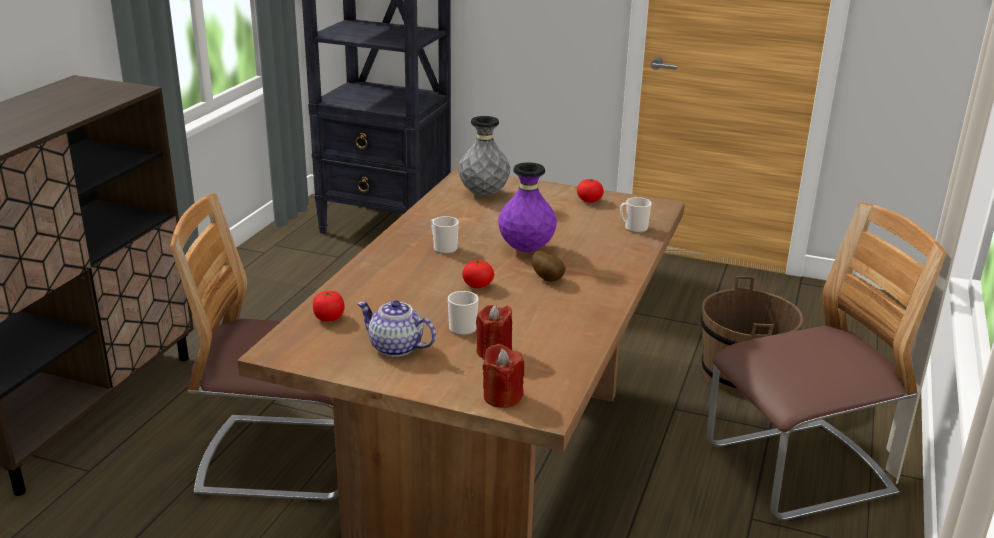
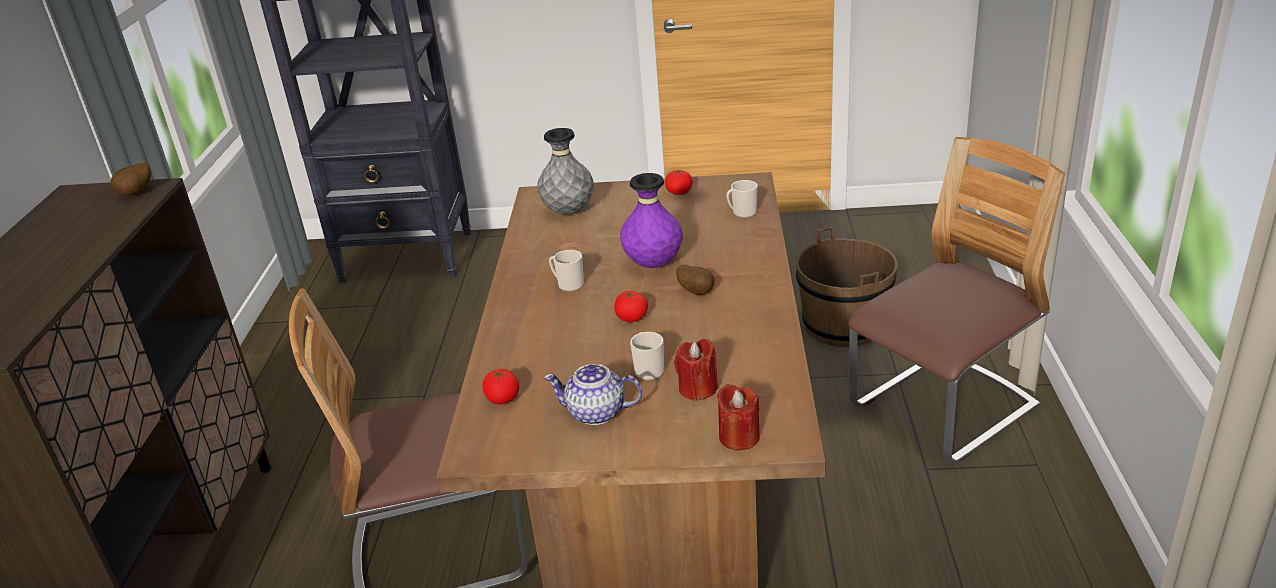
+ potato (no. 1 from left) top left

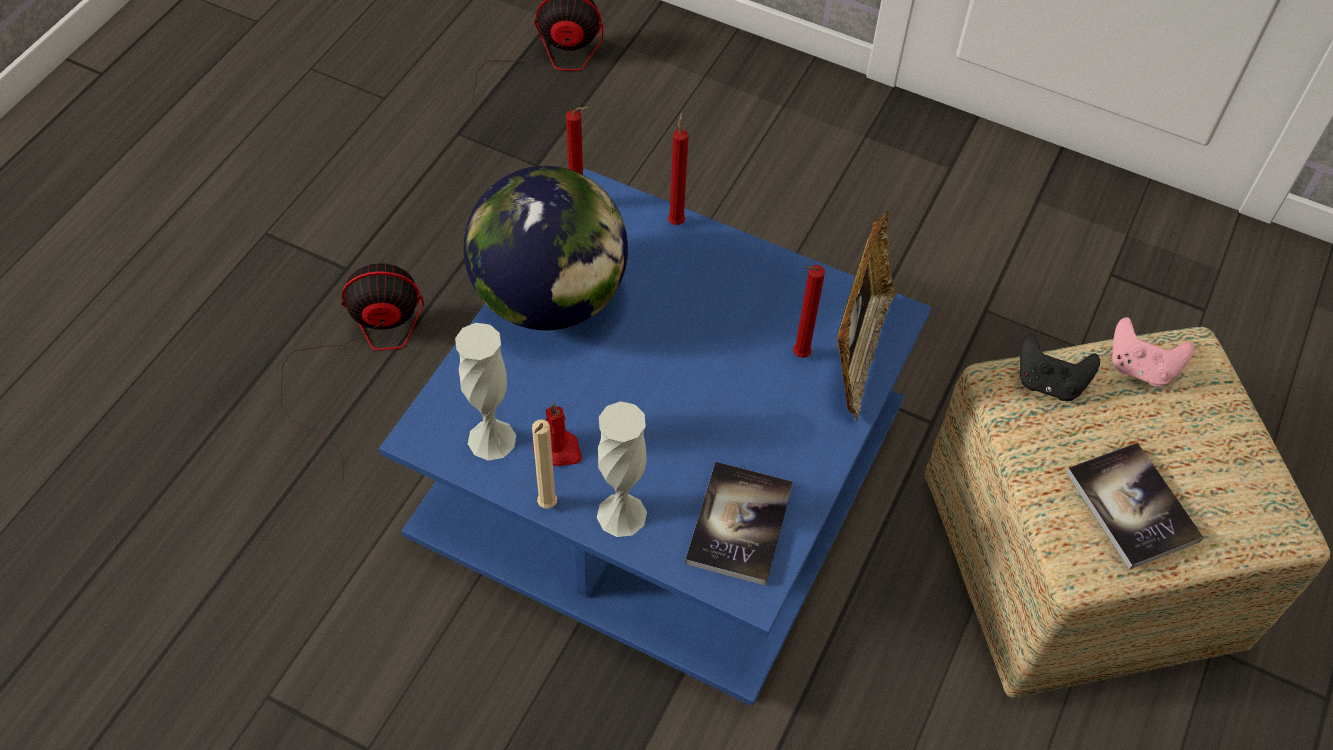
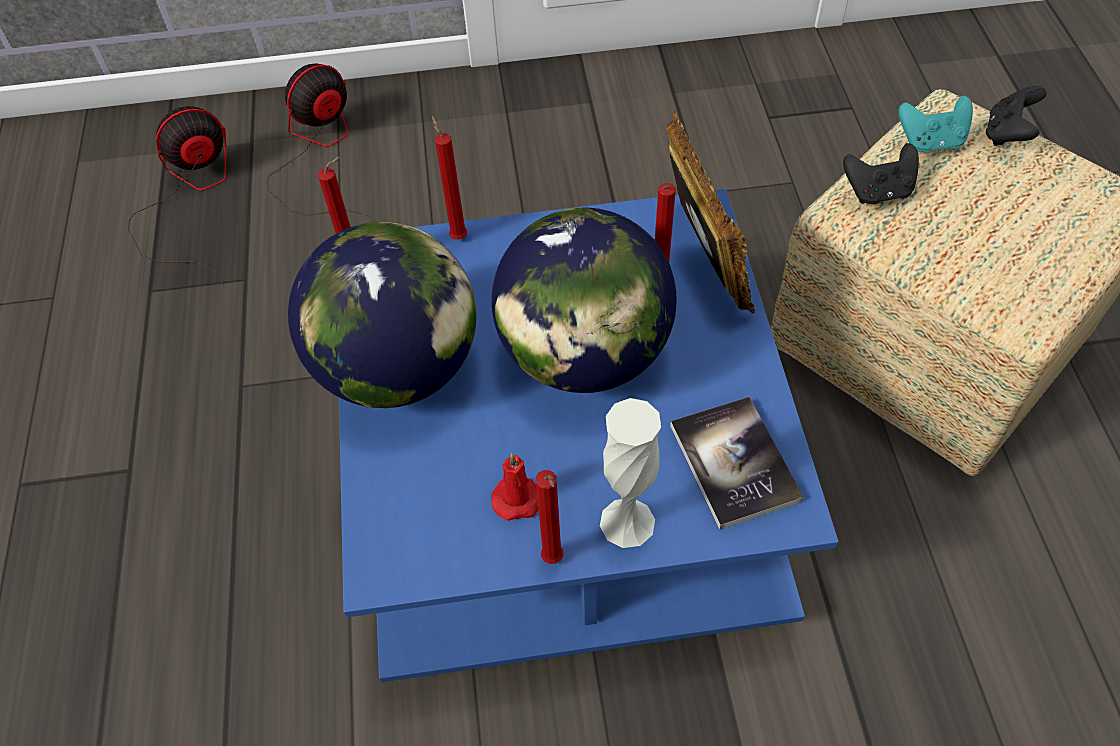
~ fan (no. 1 from left in the first image) middle left to fan (no. 2 from left) top left
+ globe (no. 2 from left) centre
~ beige candle centre to red candle (no. 4 from left) bottom centre
~ pink game controller middle right to turquoise game controller top right
+ black game controller (no. 2 from left) top right
- white vase (no. 1 from left) centre
- book (no. 2 from left) bottom right

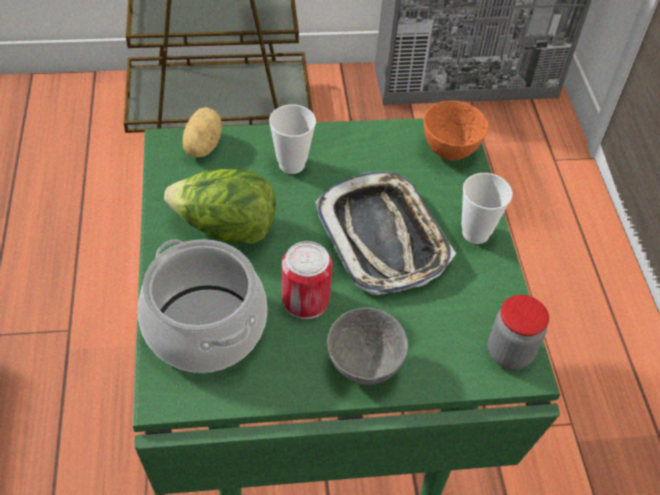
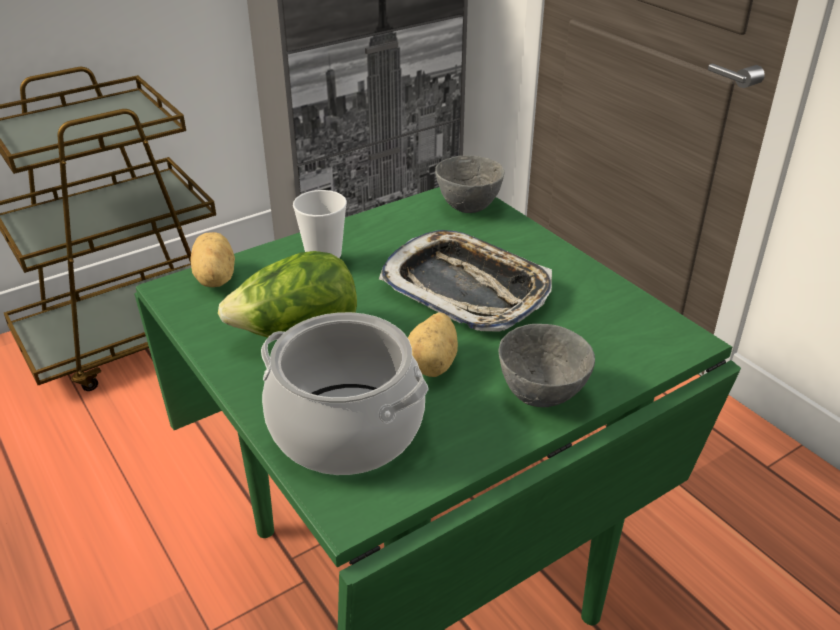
~ can centre to potato (no. 2 from left) centre
~ orange bowl top right to grey bowl (no. 1 from left) top centre
- cup (no. 2 from left) middle right
- jar bottom right

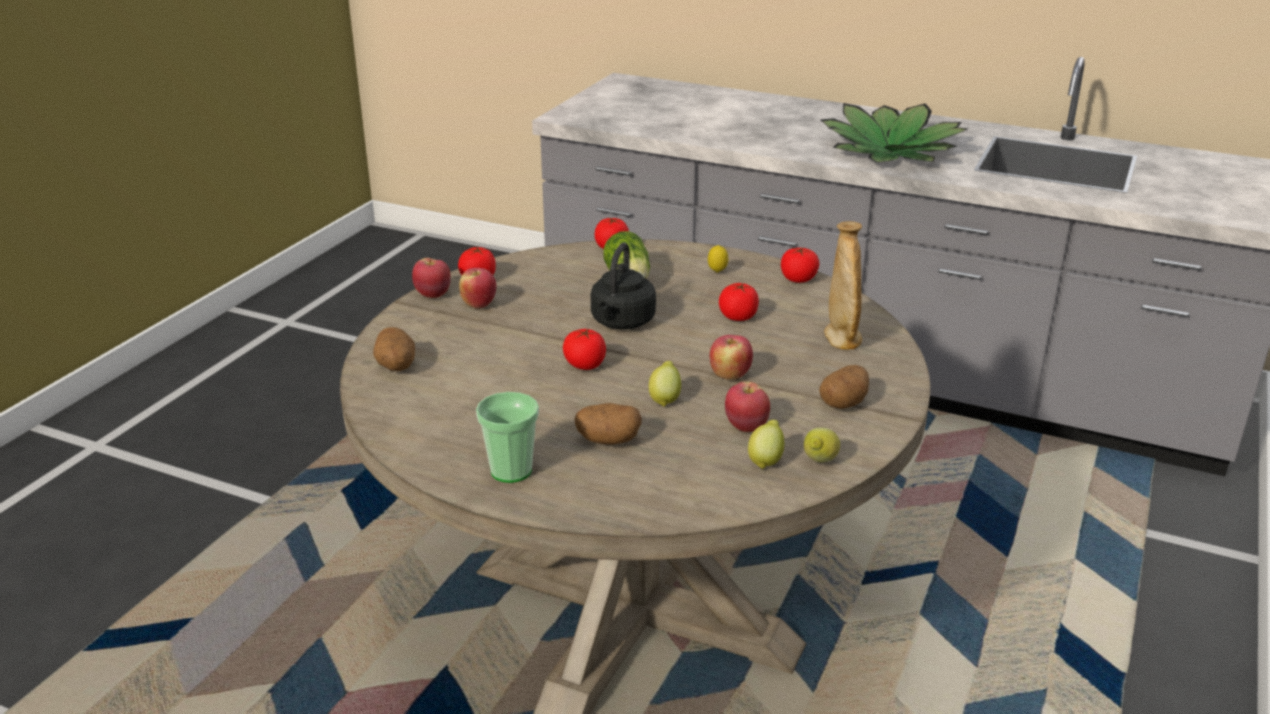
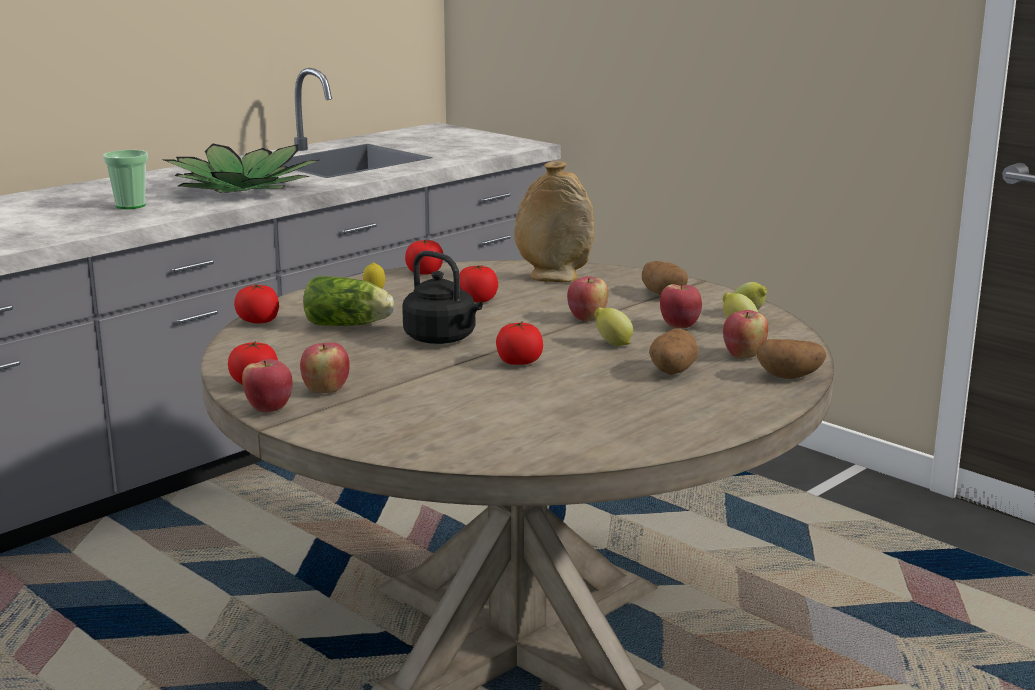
~ cup centre to top left
+ apple (no. 5 from left) middle right
~ potato (no. 1 from left in the first image) middle left to potato (no. 3 from left) middle right

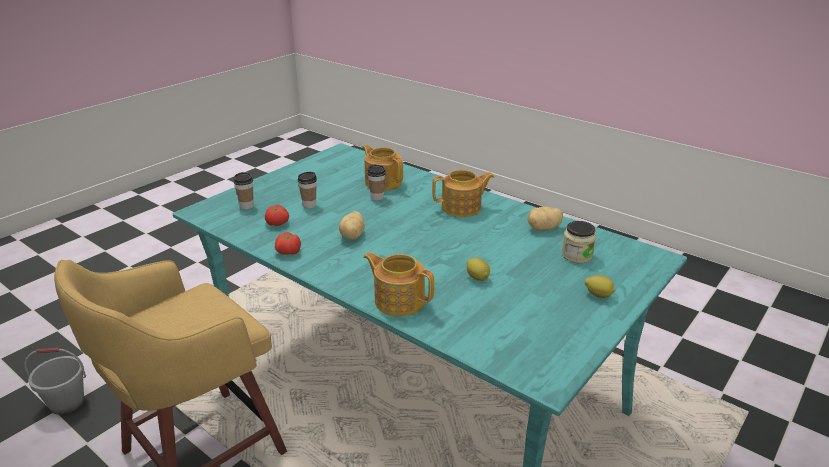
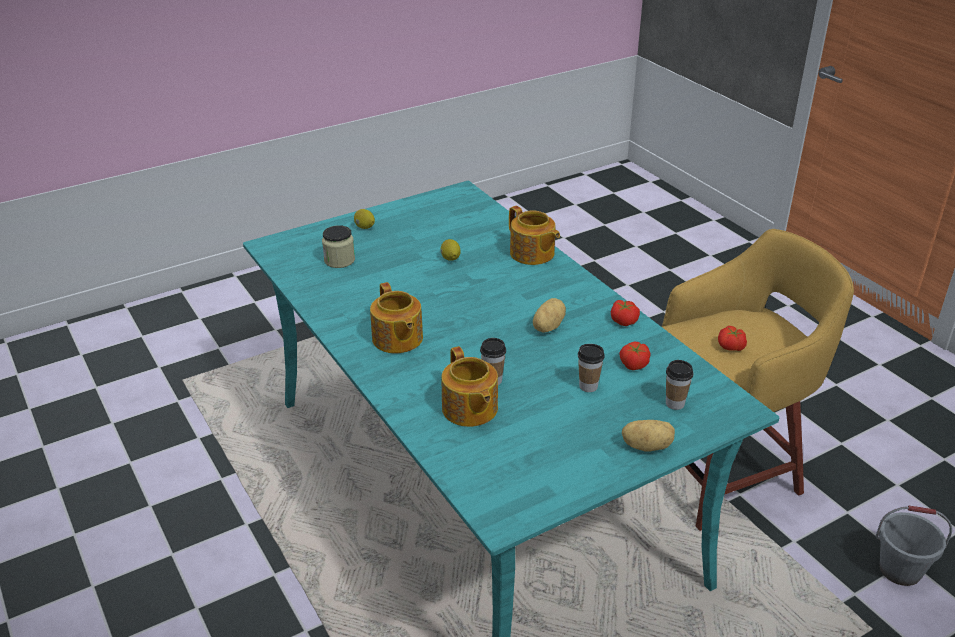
~ teapot (no. 3 from left in the first image) centre = centre 120 degrees counterclockwise
~ potato (no. 2 from left) centre to bottom right
+ tomato (no. 3 from left) middle right

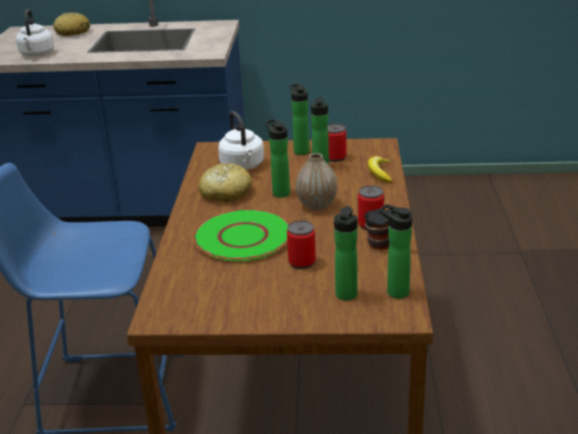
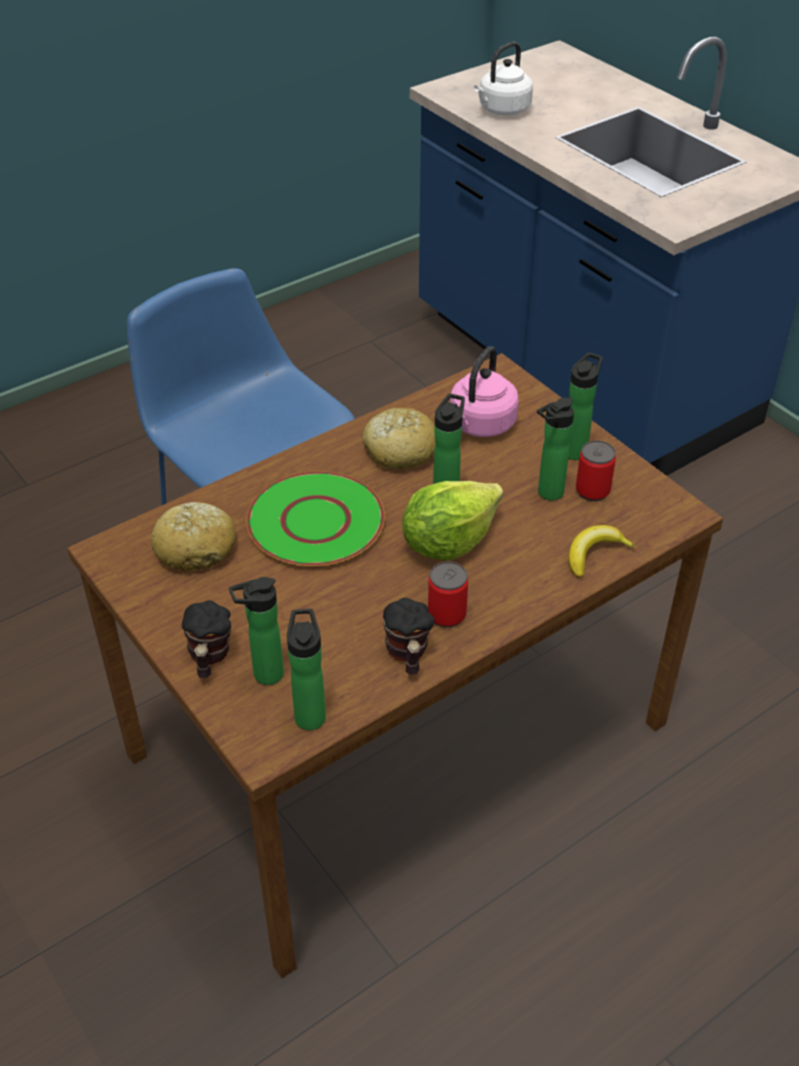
~ bread (no. 1 from left) top left to middle left
+ mug (no. 1 from left) middle left
~ vase centre to lettuce centre
~ white kettle (no. 2 from left) top centre to pink kettle centre
- can (no. 1 from left) centre

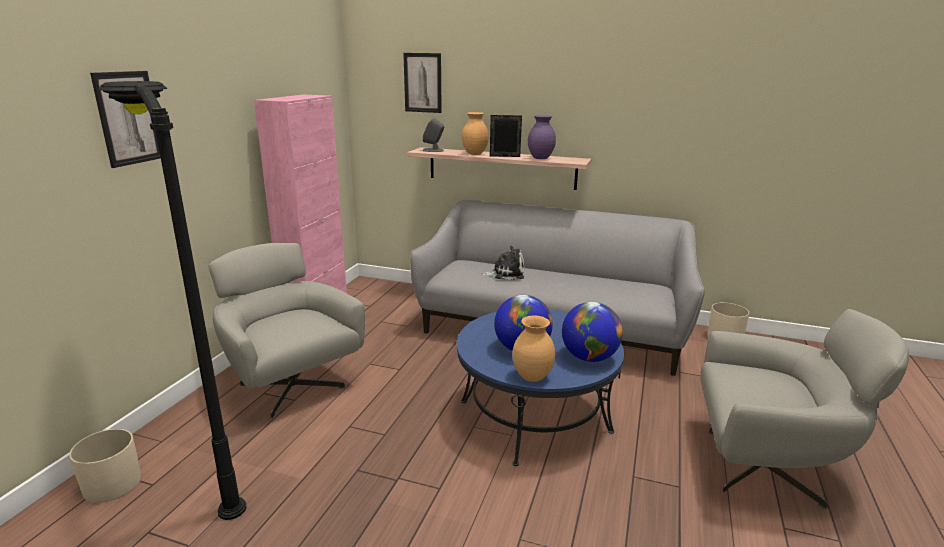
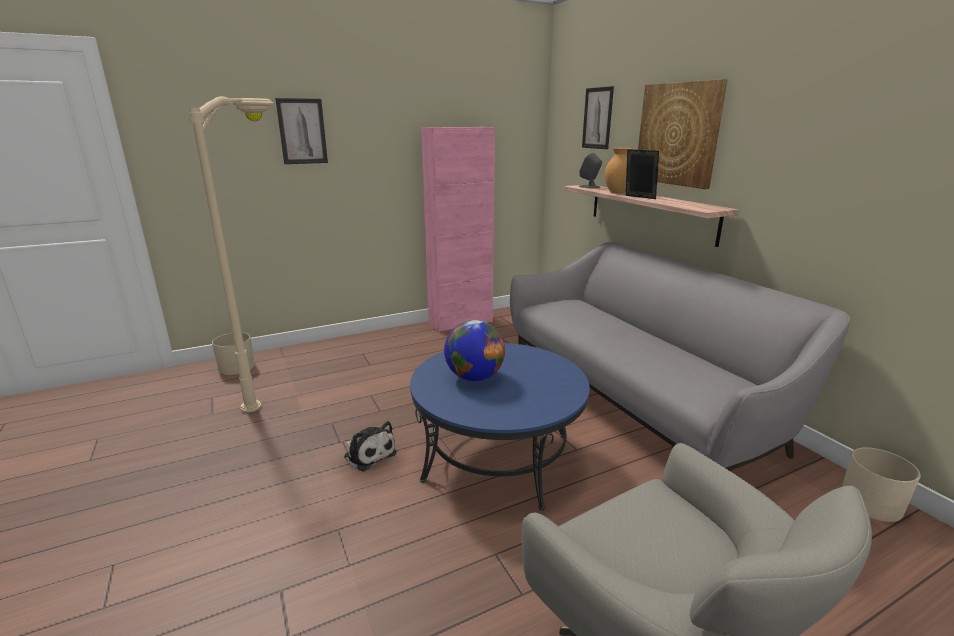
~ black floor lamp middle left to beige floor lamp middle left
~ plush toy centre to bottom centre
+ picture (no. 3 from left) top right
- grey armchair (no. 1 from left) middle left
- brown vase (no. 2 from left) centre
- purple vase top centre
- globe (no. 2 from left) centre

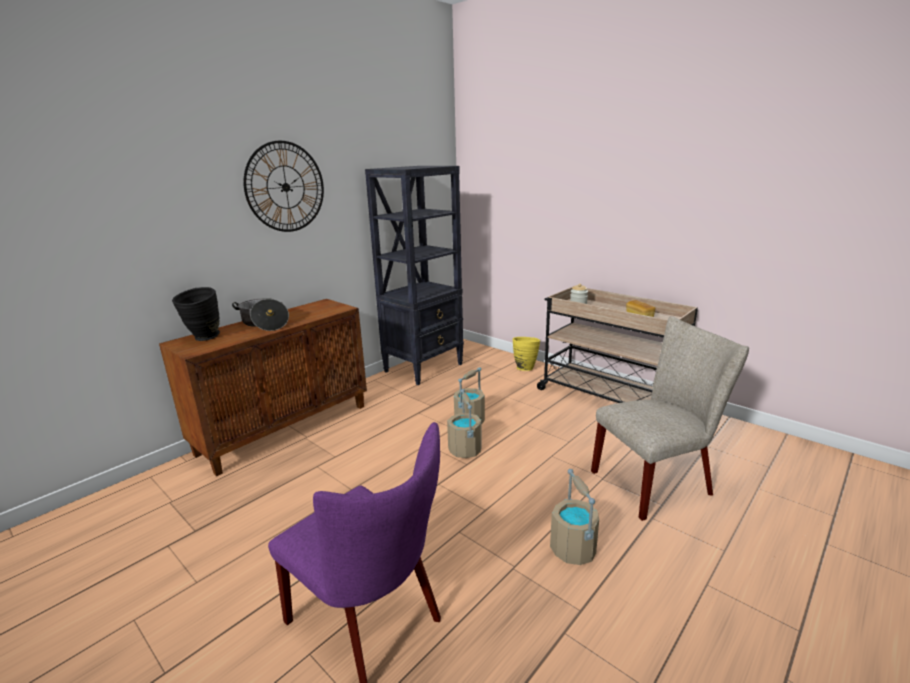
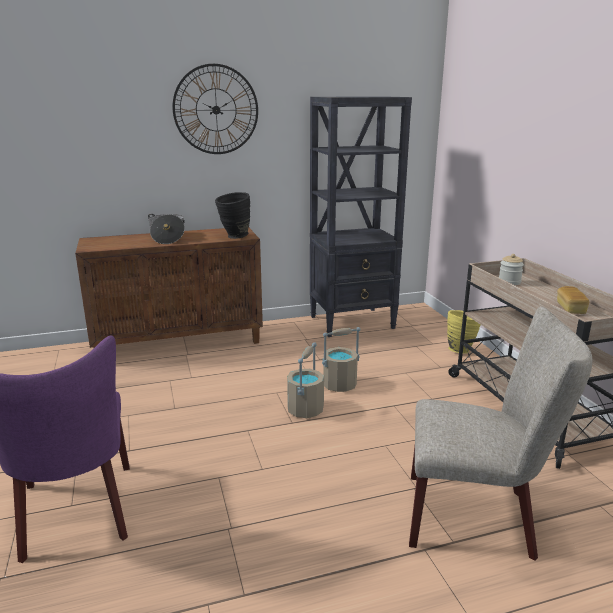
~ black vase middle left to centre
- beige bucket (no. 3 from left) bottom centre

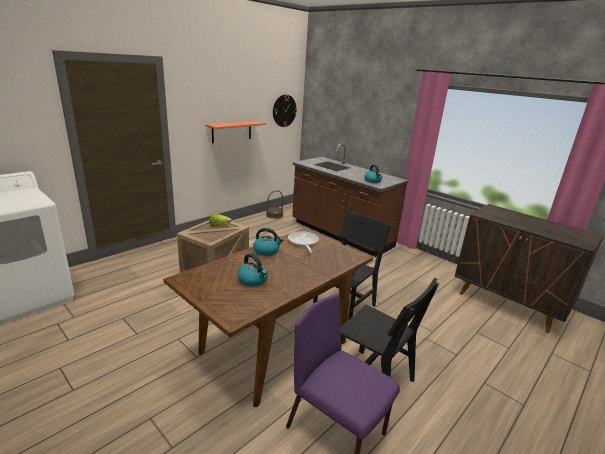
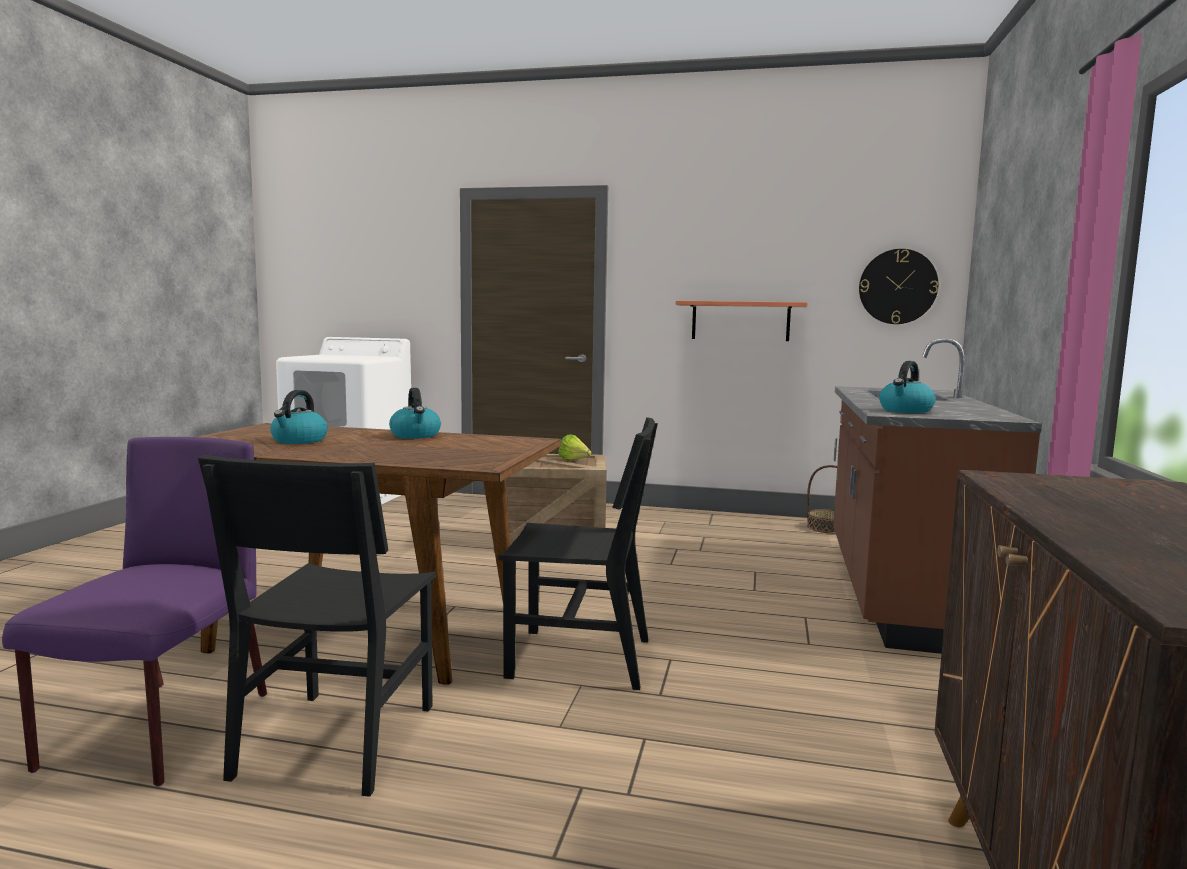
- frying pan centre

